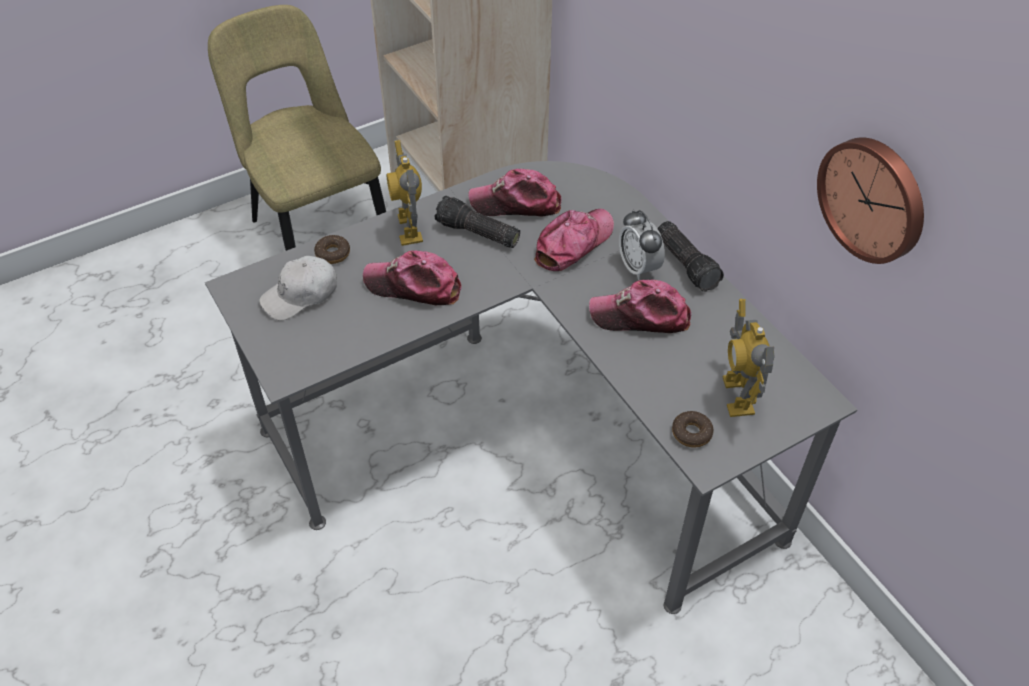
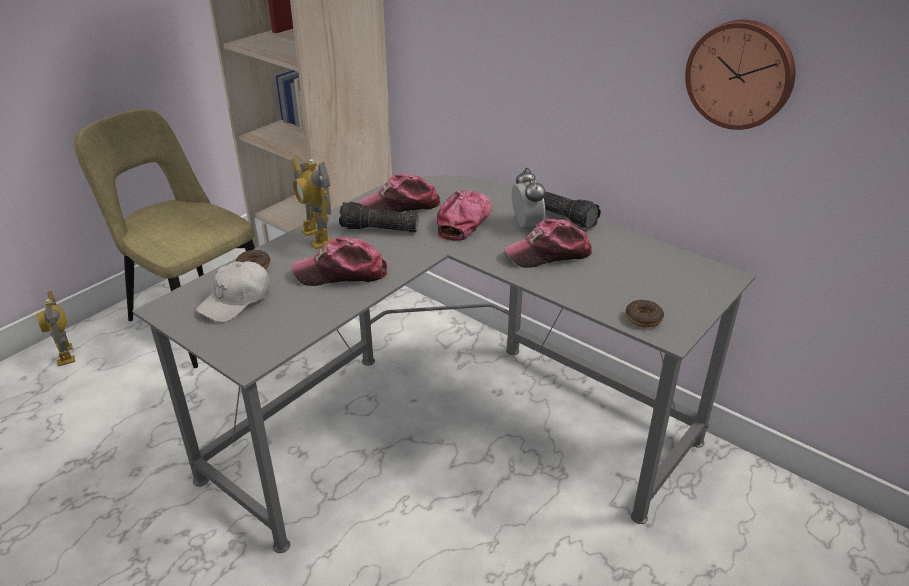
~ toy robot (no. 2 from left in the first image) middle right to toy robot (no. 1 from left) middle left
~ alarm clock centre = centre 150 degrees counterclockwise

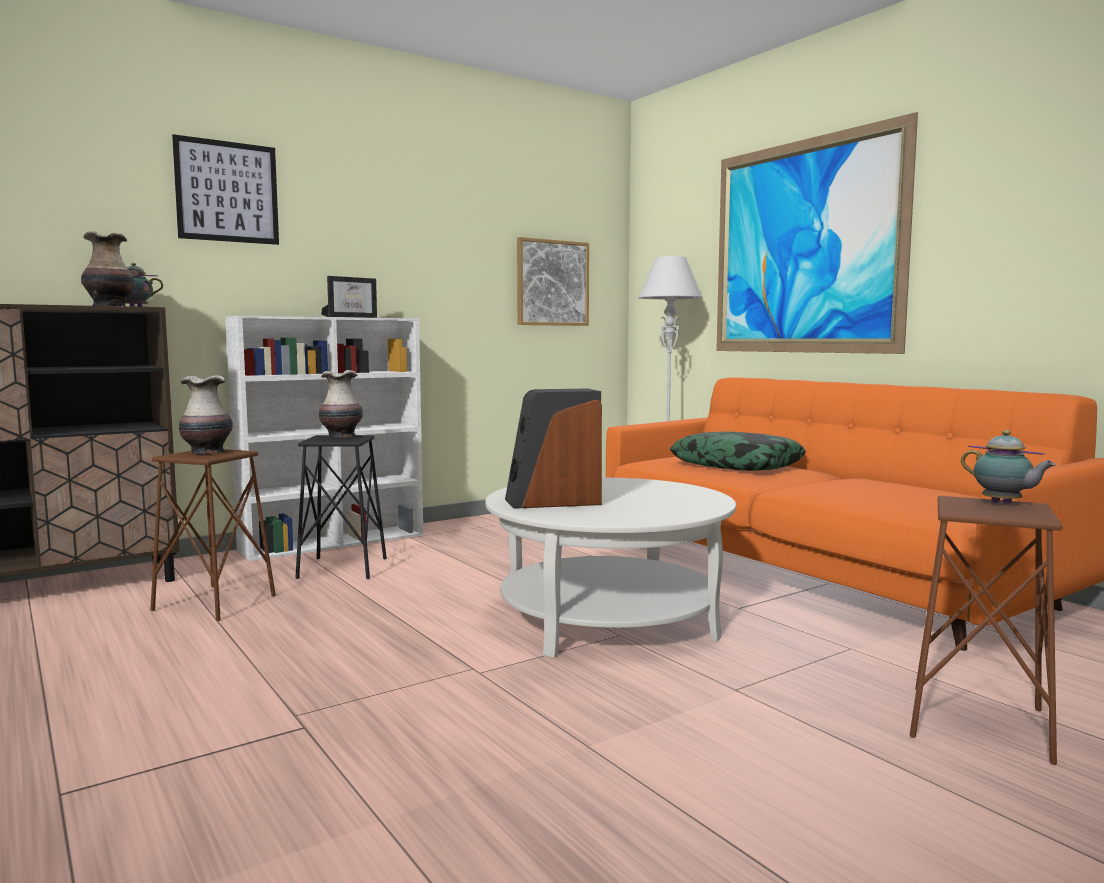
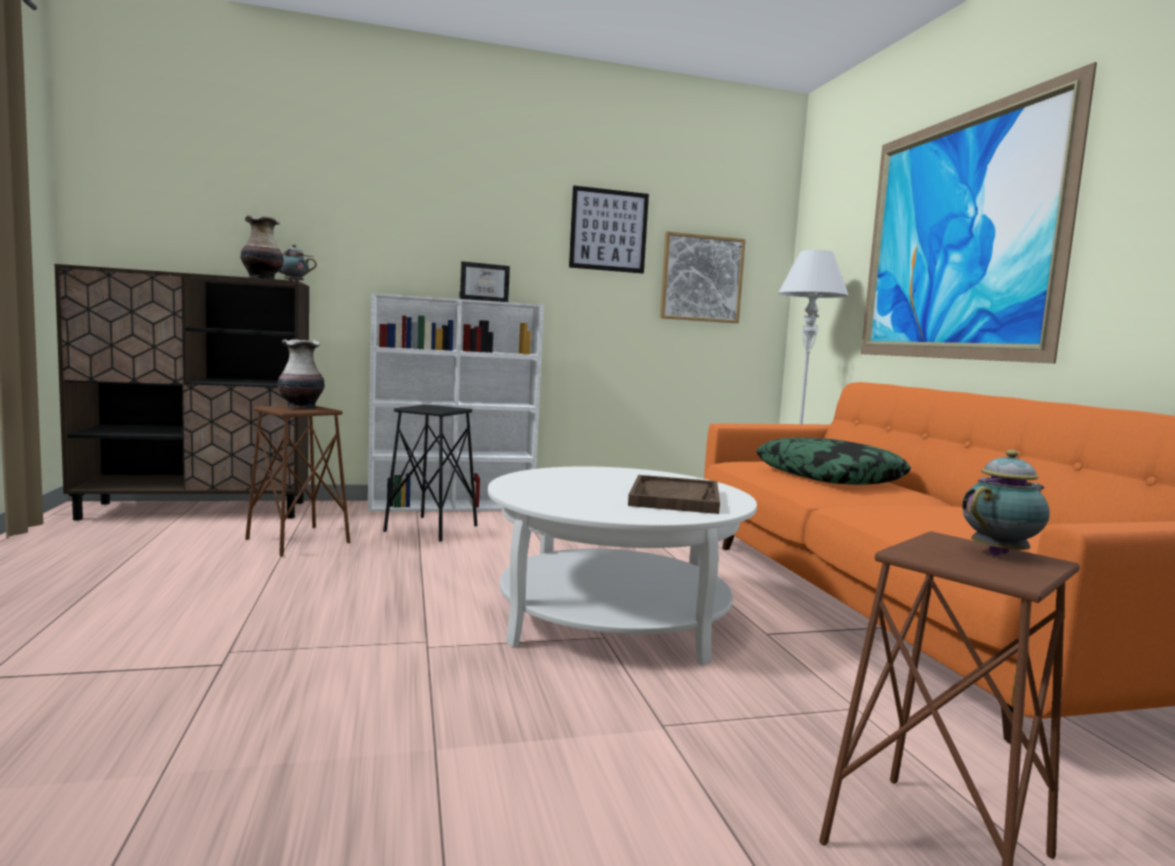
~ picture (no. 1 from left) top left to top centre
+ brown tray centre
~ teapot (no. 2 from left) middle right = middle right 105 degrees counterclockwise
- vase (no. 3 from left) middle left
- speaker centre

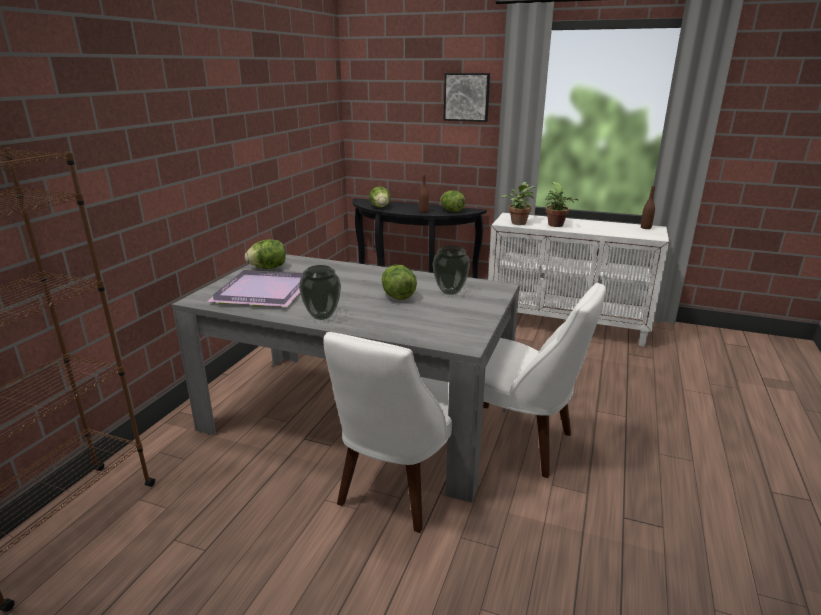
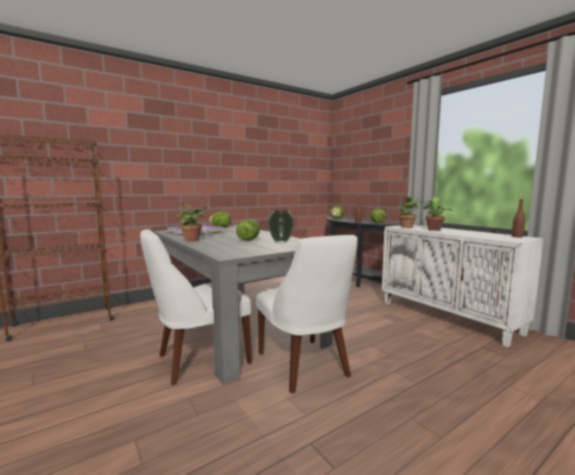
~ vase (no. 1 from left) centre to potted plant (no. 1 from left) centre
- picture top centre

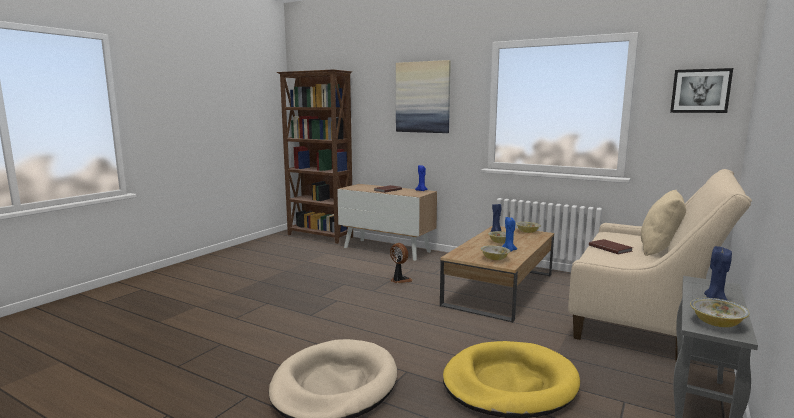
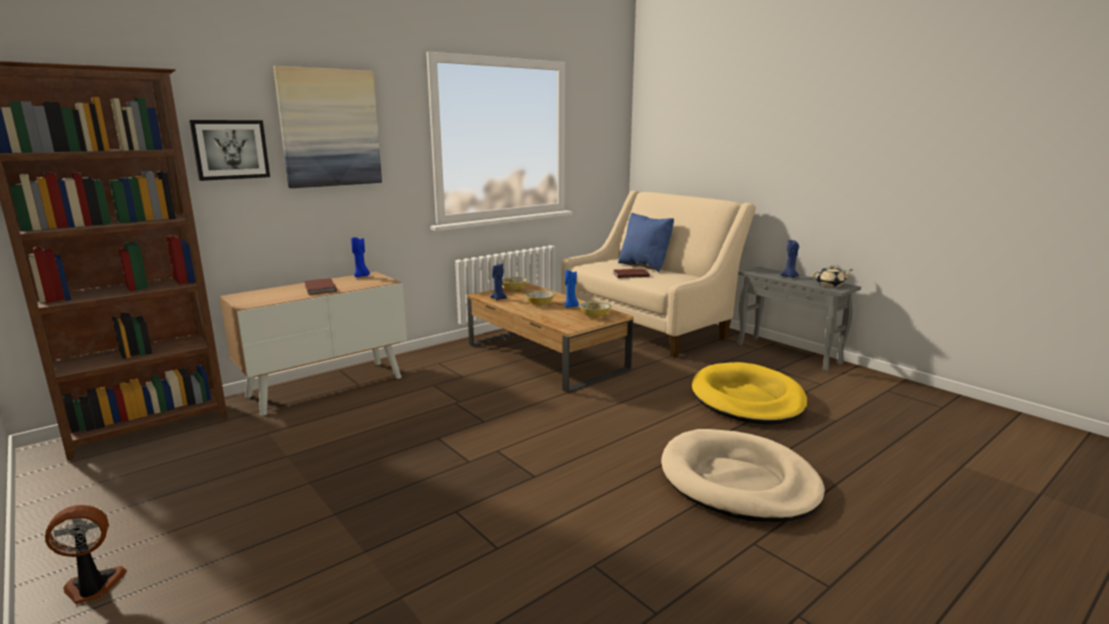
~ fan centre to bottom left
~ picture (no. 2 from left in the first image) top right to picture (no. 1 from left) top left
~ beige pillow middle right to blue pillow centre
~ bowl (no. 4 from left) bottom right to beige teapot middle right

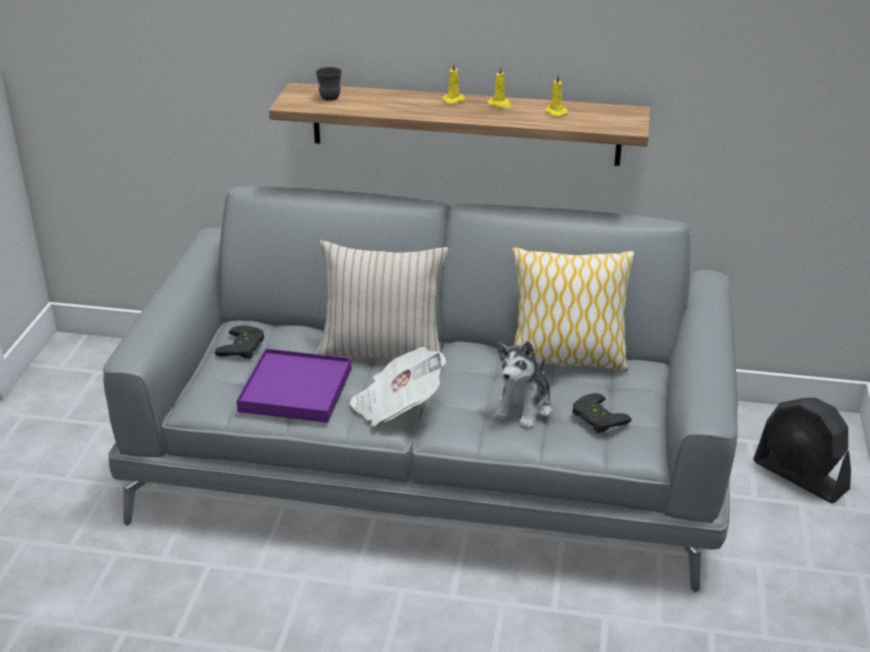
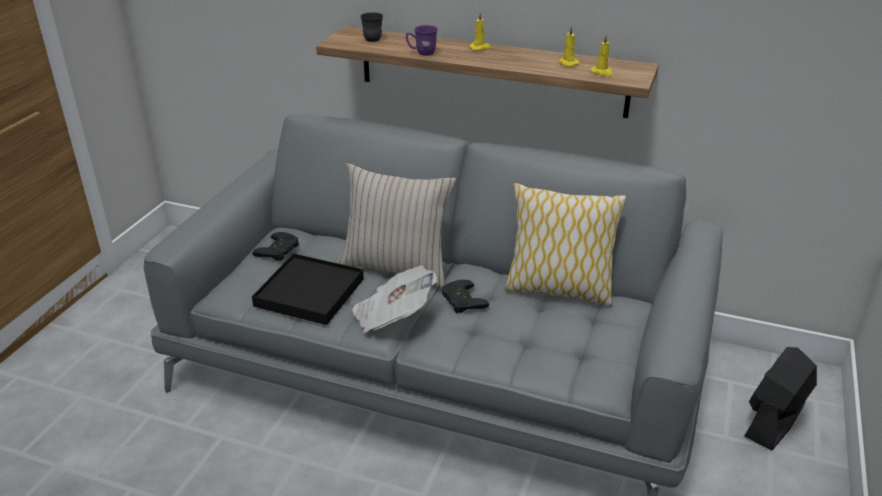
~ purple tray centre to black tray centre
+ purple mug top centre
~ black game controller (no. 2 from left) middle right to centre
~ yellow candle (no. 2 from left in the first image) top centre to yellow candle (no. 3 from left) top right
~ black fan bottom right = bottom right 75 degrees clockwise
- plush toy centre

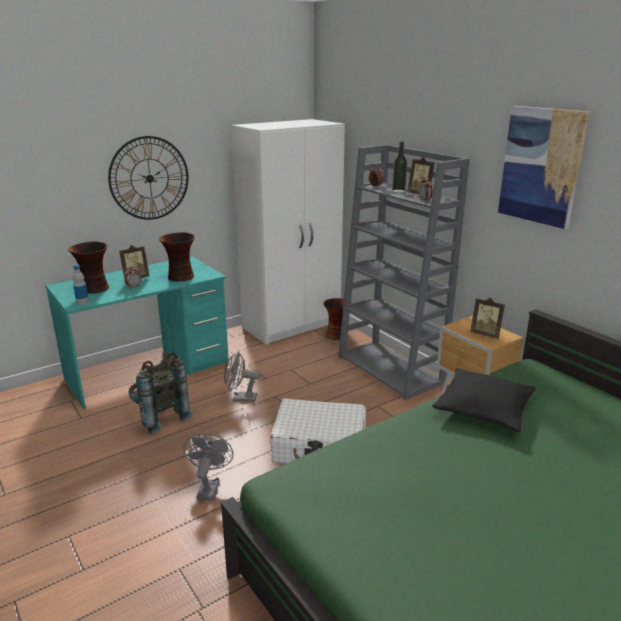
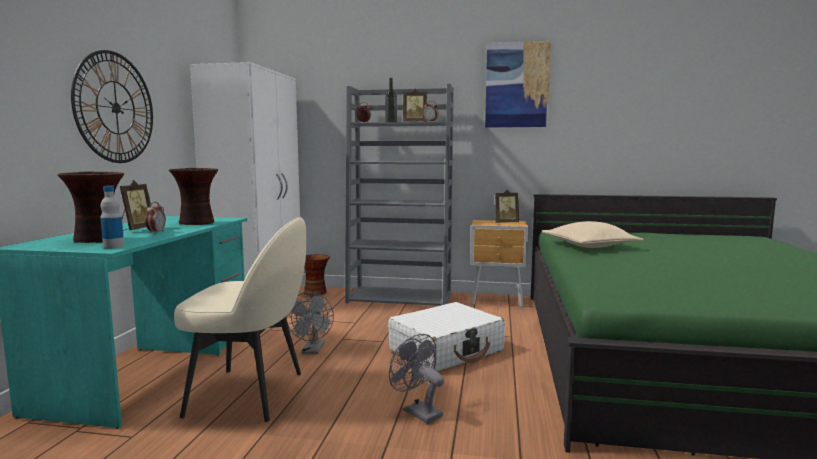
~ grey backpack middle left to beige chair bottom left
~ grey fan (no. 2 from left in the first image) centre = bottom centre 45 degrees counterclockwise
~ black pillow middle right to beige pillow middle right

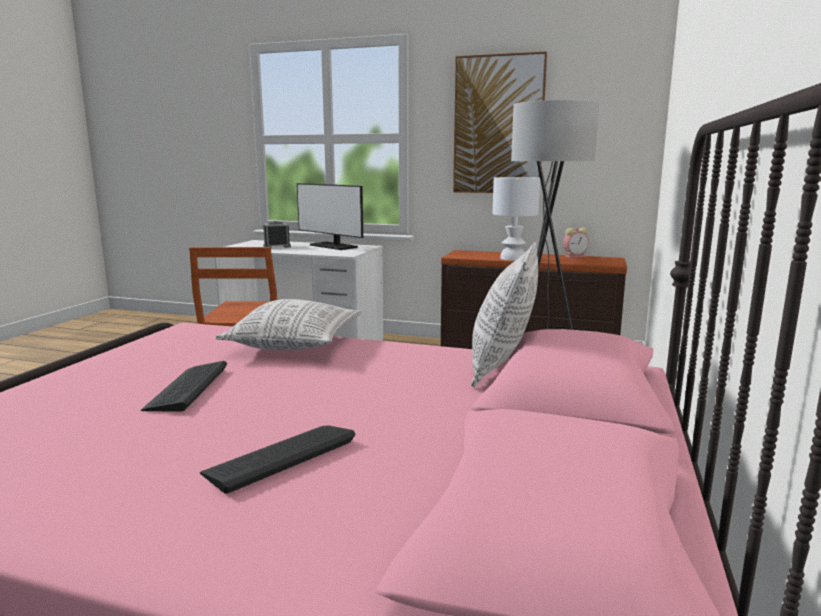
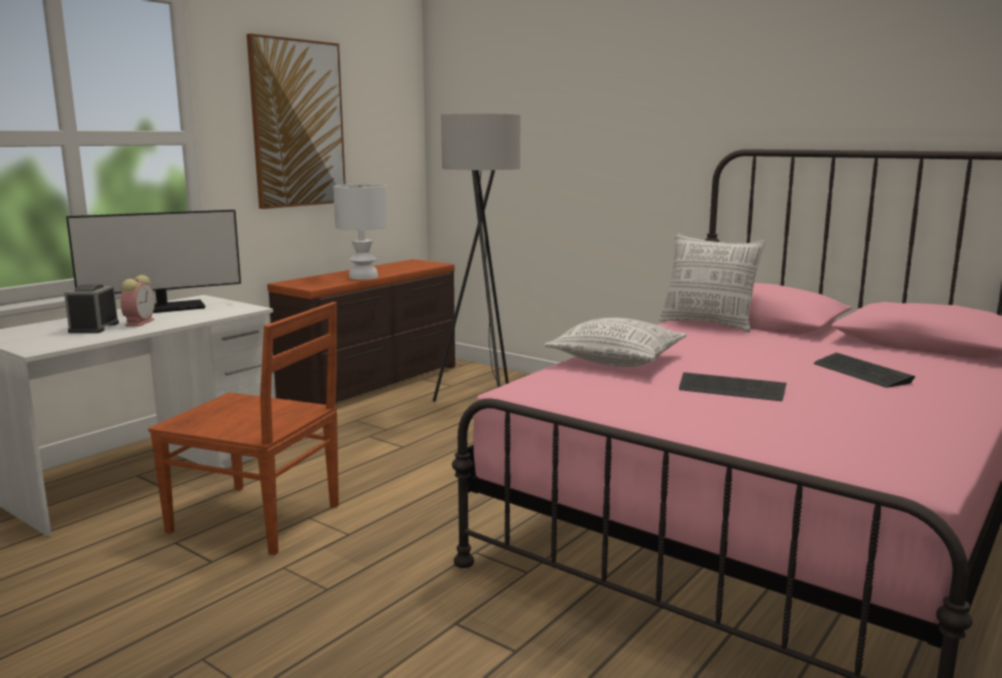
~ alarm clock (no. 2 from left) middle right to middle left

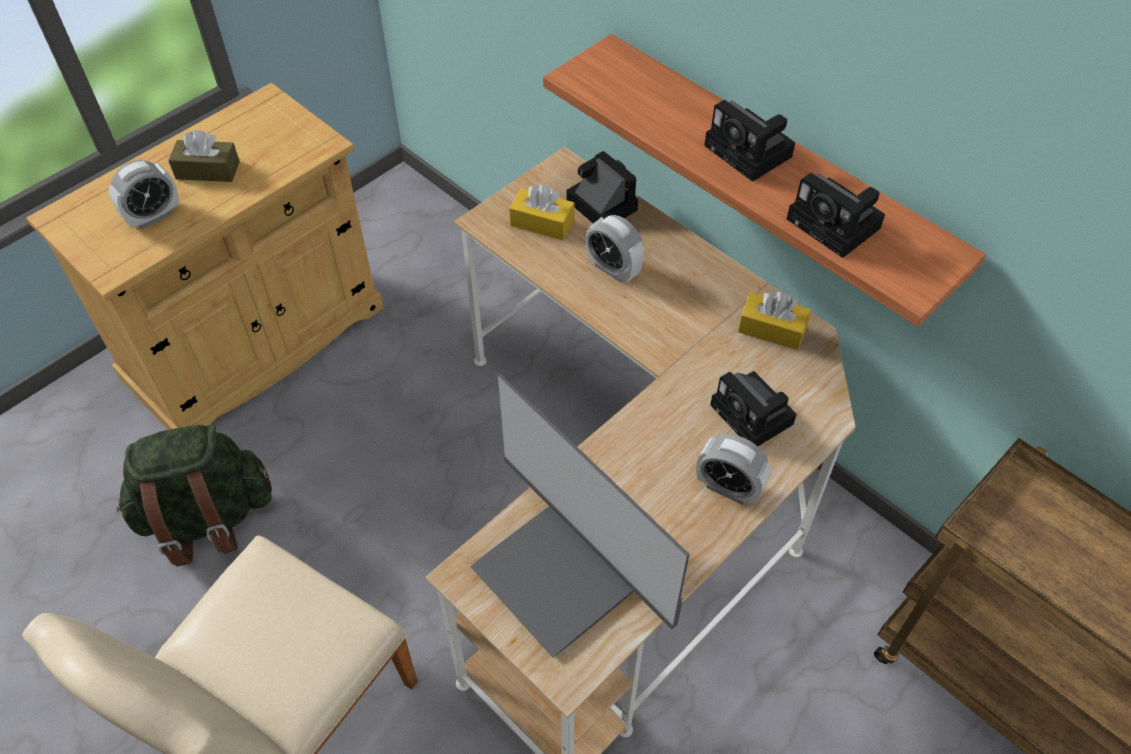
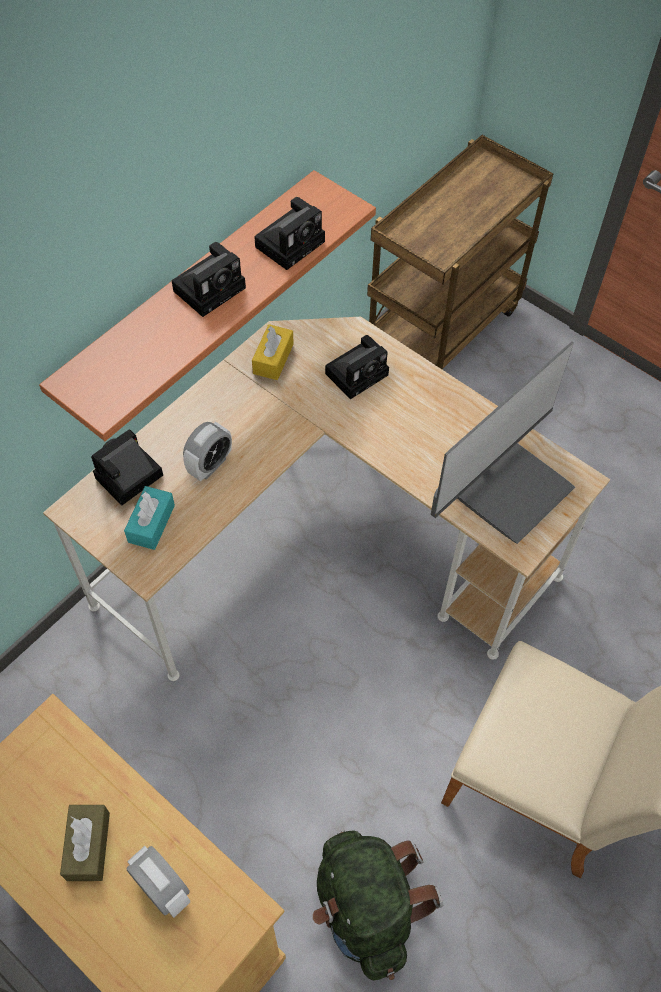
~ yellow tissue box (no. 1 from left) top centre to turquoise tissue box middle left
- alarm clock (no. 3 from left) centre

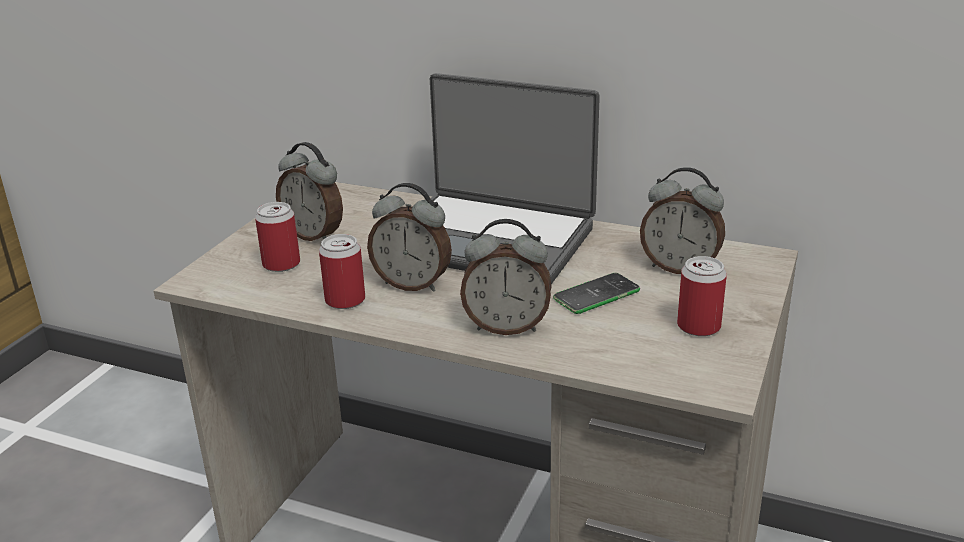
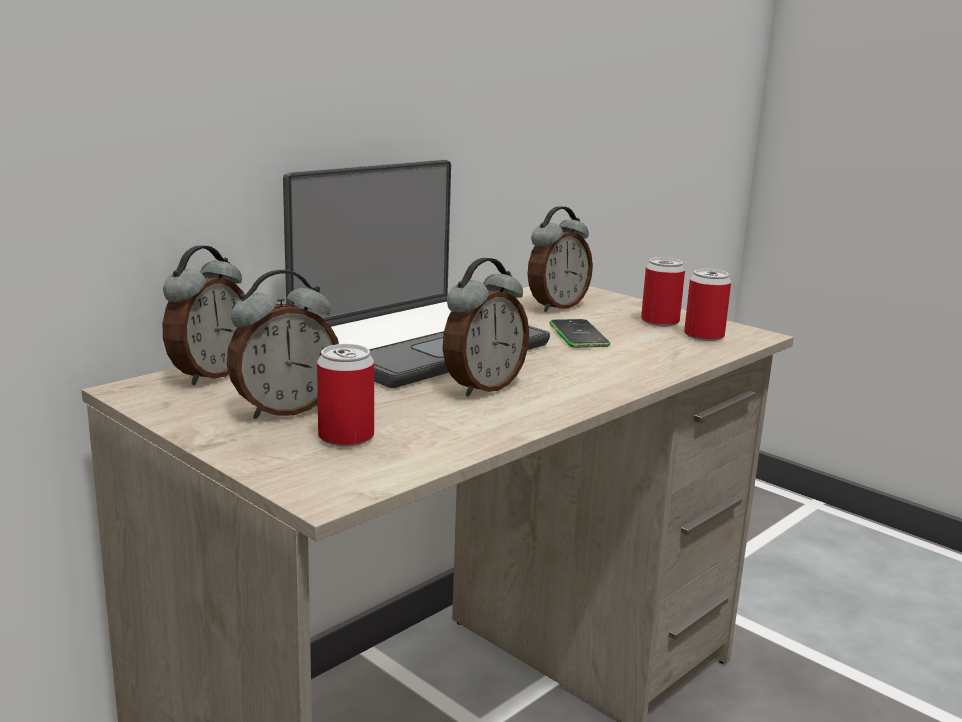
~ alarm clock (no. 3 from left in the first image) centre to alarm clock (no. 1 from left) middle left
~ can (no. 2 from left in the first image) centre to can (no. 3 from left) middle right

